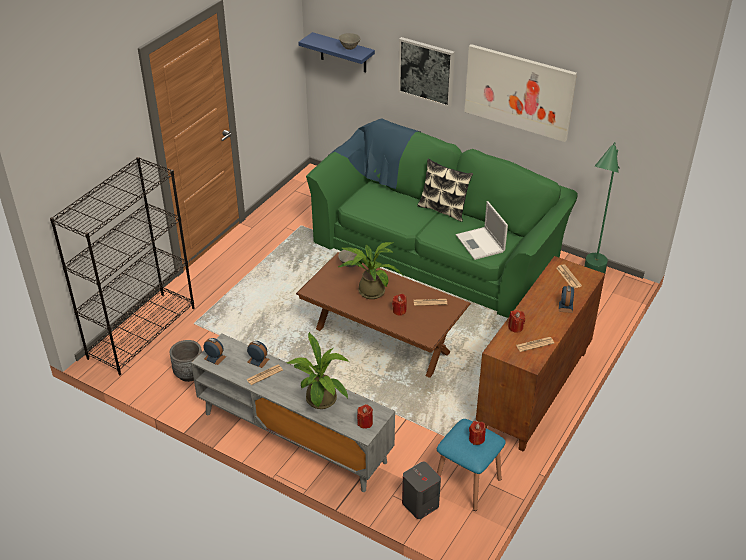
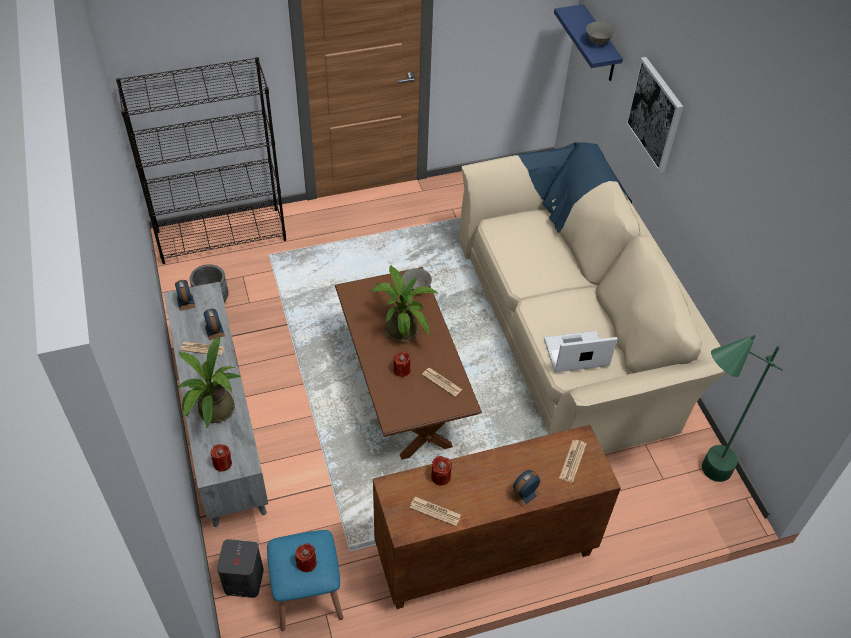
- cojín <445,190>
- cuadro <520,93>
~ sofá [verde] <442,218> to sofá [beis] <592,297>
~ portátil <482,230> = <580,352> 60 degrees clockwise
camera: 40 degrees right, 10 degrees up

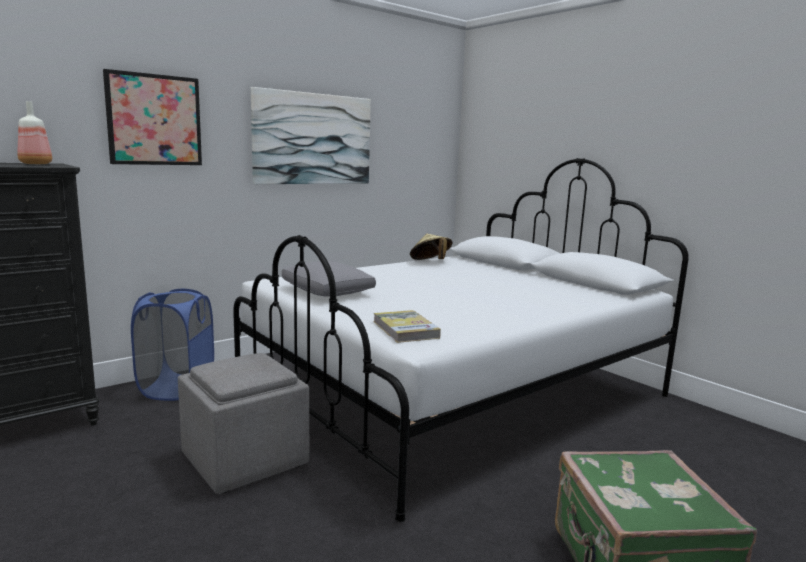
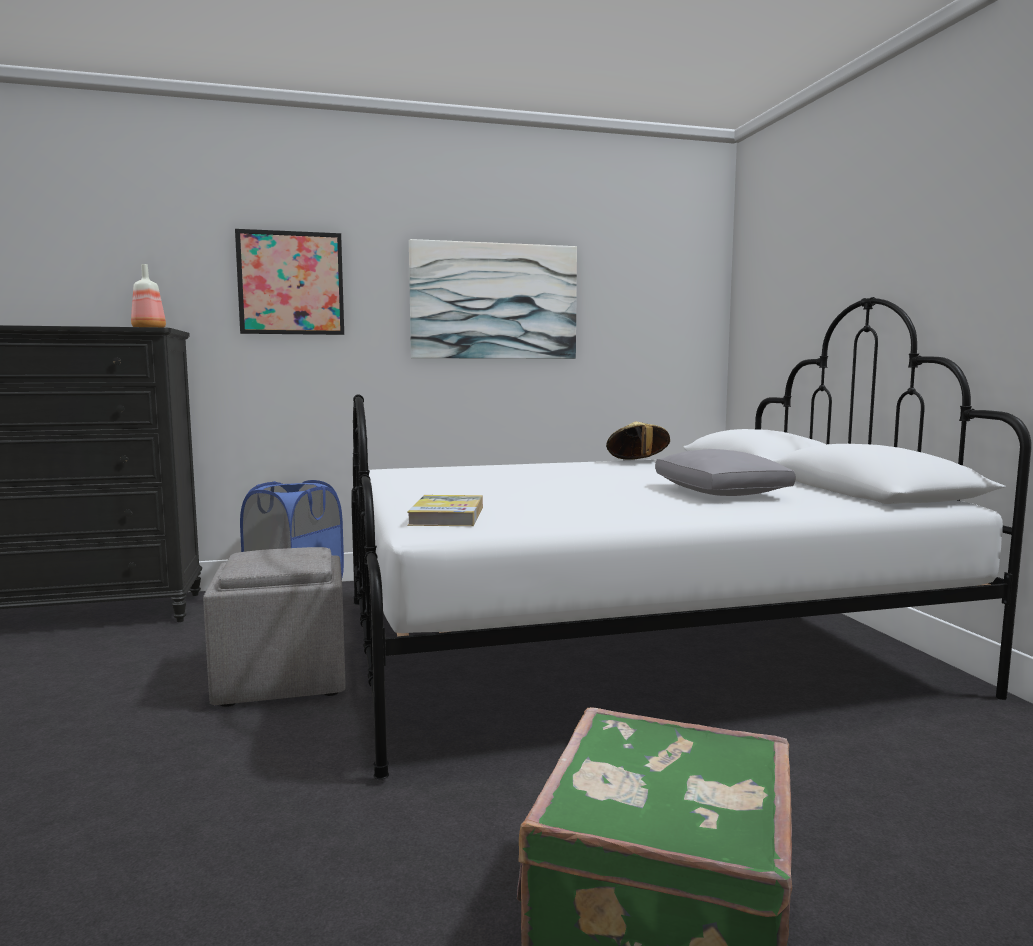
~ cojín [gris] <329,279> to <725,472>
camera: 25 degrees right, 5 degrees down

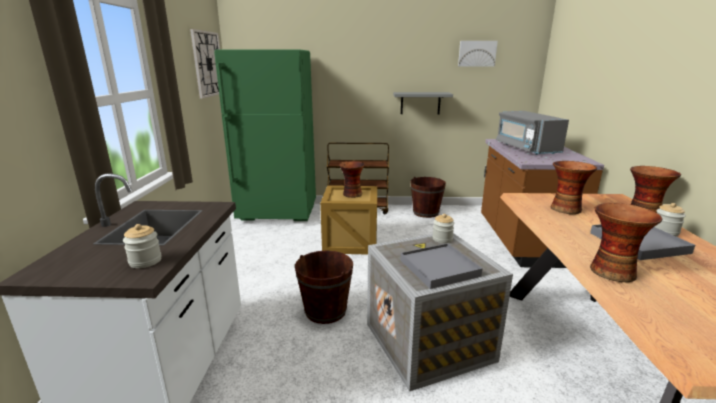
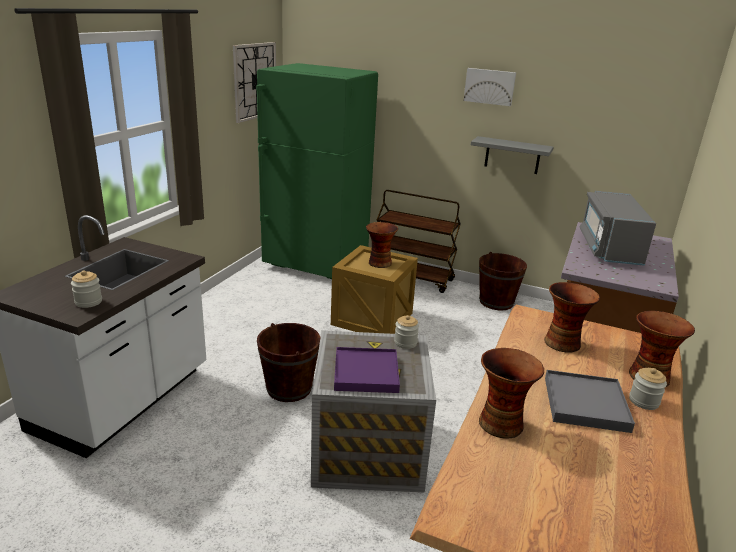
~ cuadro <478,53> to <489,87>
~ bandeja [gris] <441,266> to bandeja [morado] <367,370>
camera: 20 degrees right, 5 degrees up

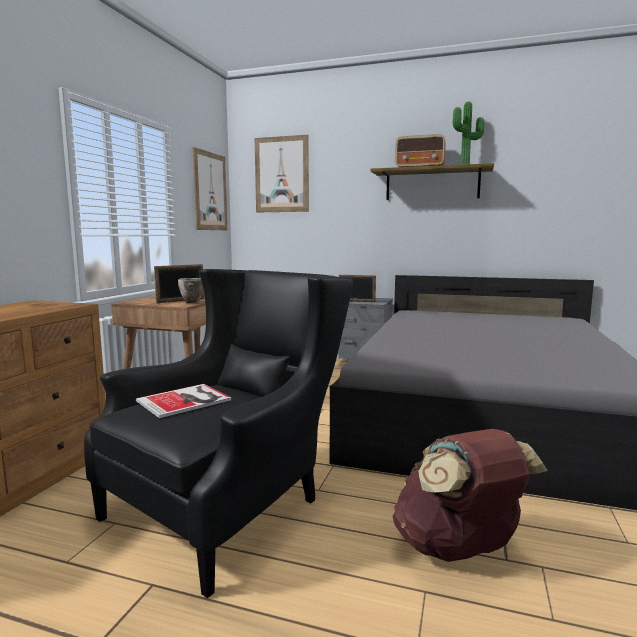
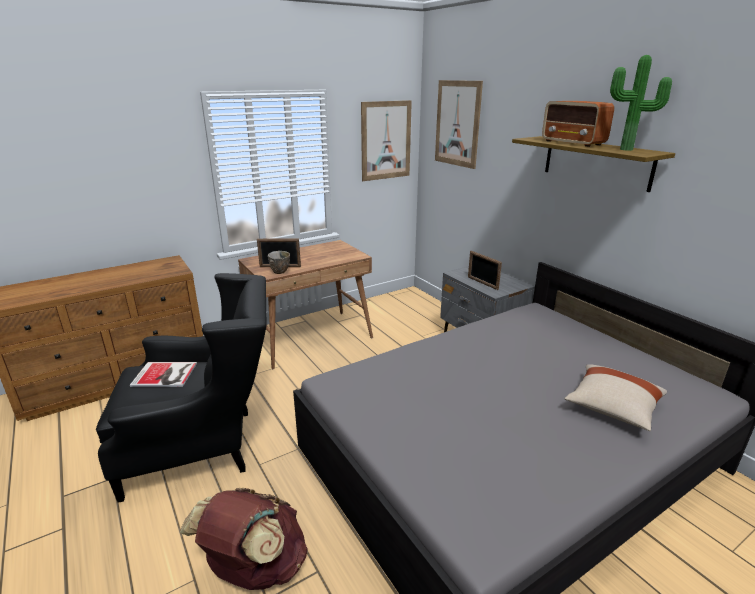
+ cojín [beis] <615,397>
camera: 40 degrees right, 15 degrees up

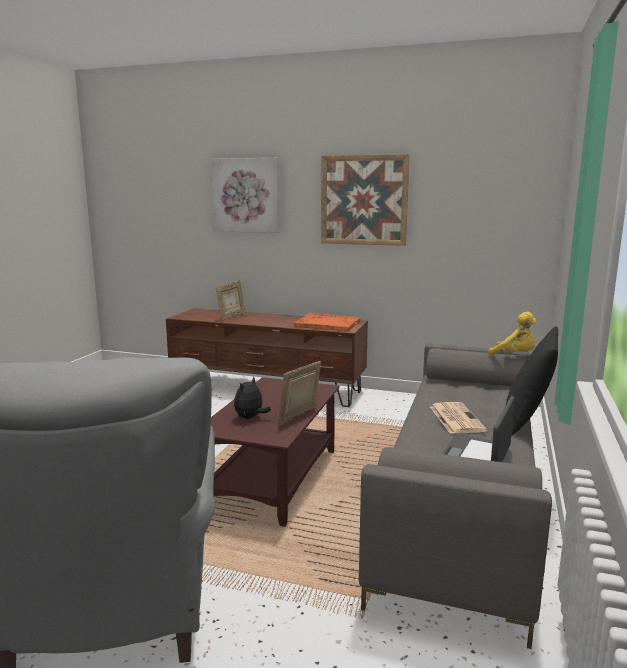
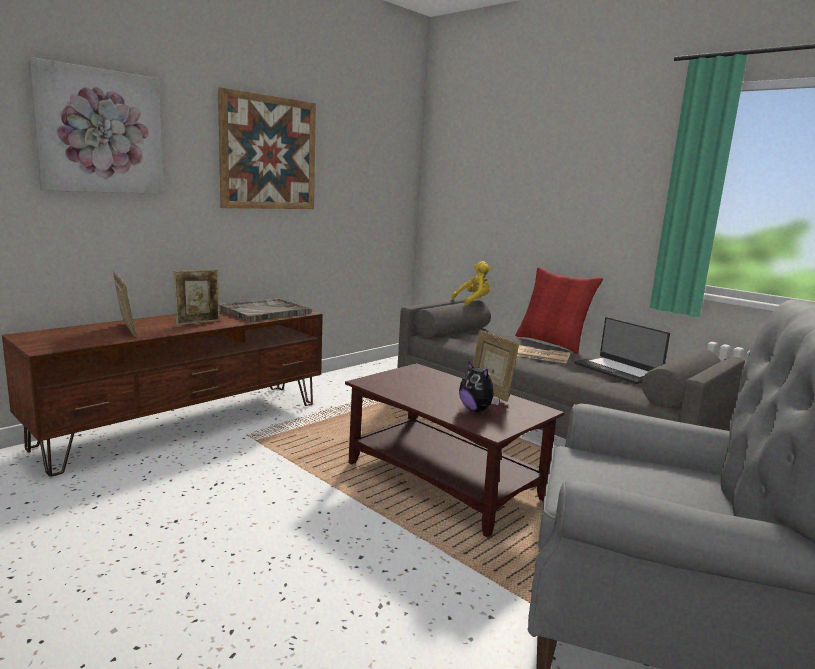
+ portarretratos <196,297>
~ bandeja [naranja] <327,322> to bandeja [gris] <265,310>
~ cojín [negro] <532,381> to cojín [rojo] <559,310>
camera: 65 degrees left, 0 degrees up

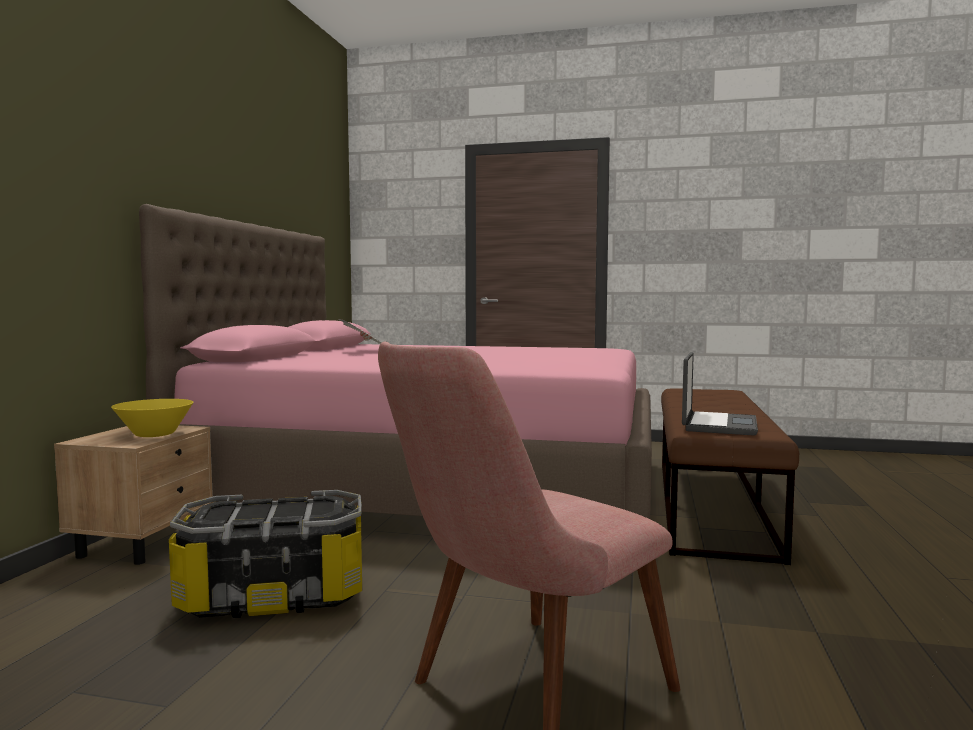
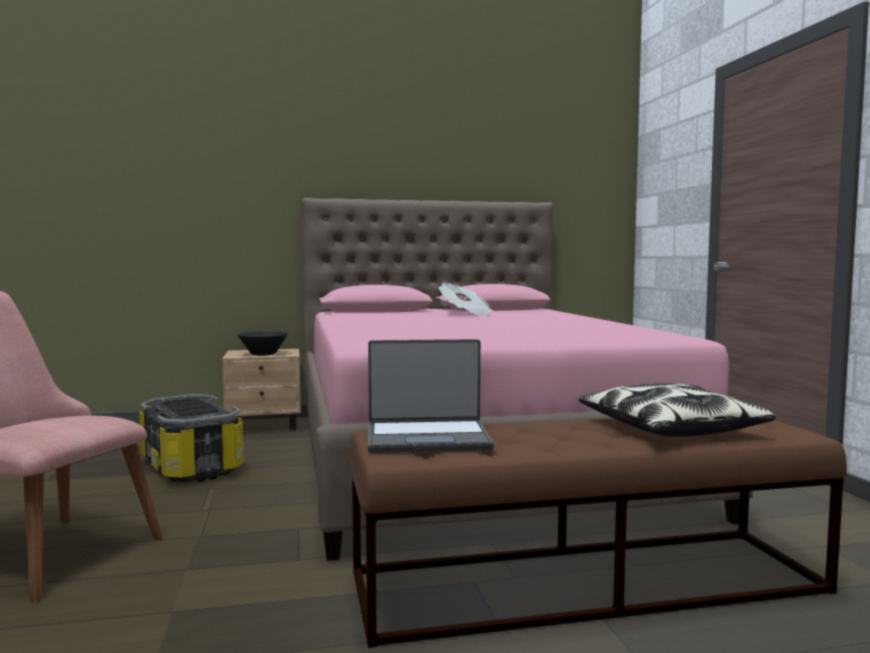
+ cojín <677,410>
~ cuenco [amarillo] <152,418> to cuenco [negro] <262,343>
camera: 65 degrees right, 0 degrees up

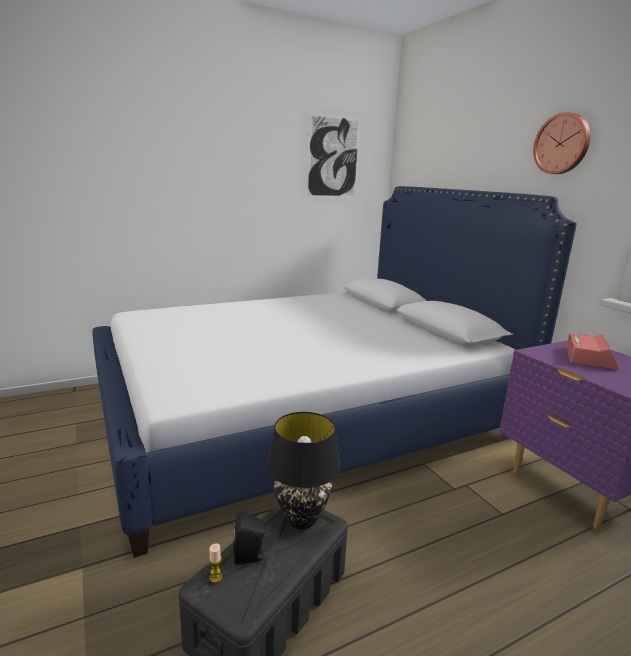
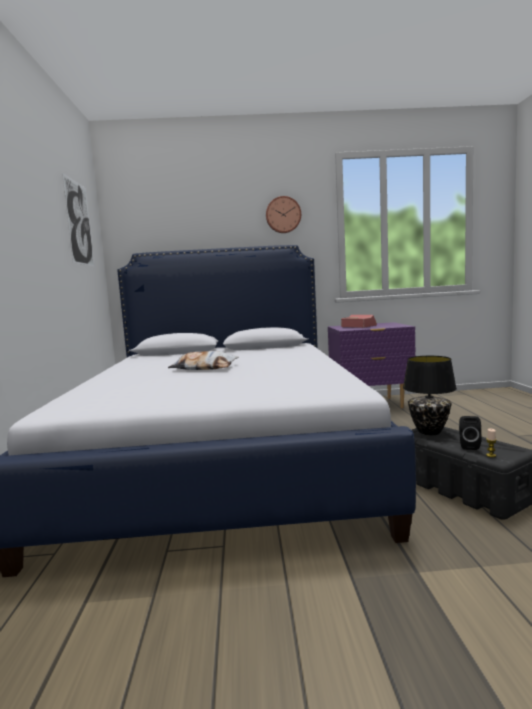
+ cojín <203,360>
camera: 65 degrees left, 10 degrees down

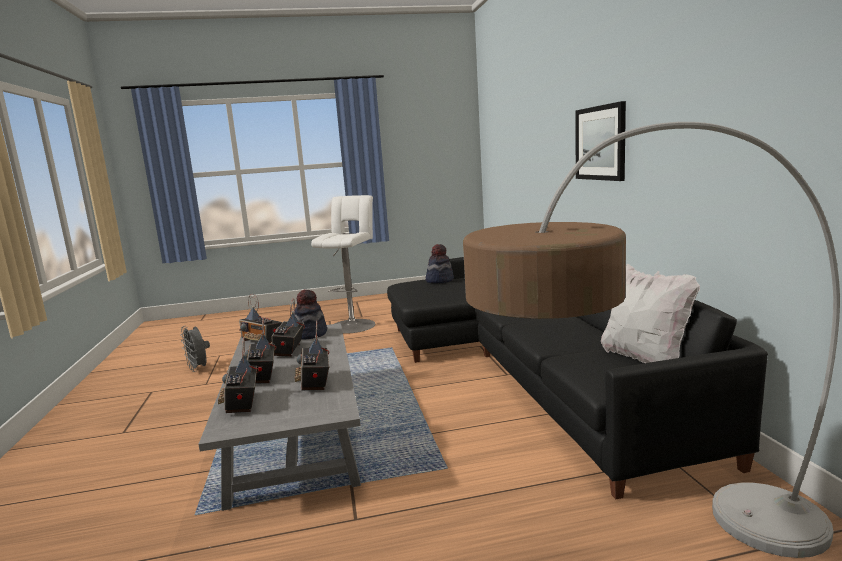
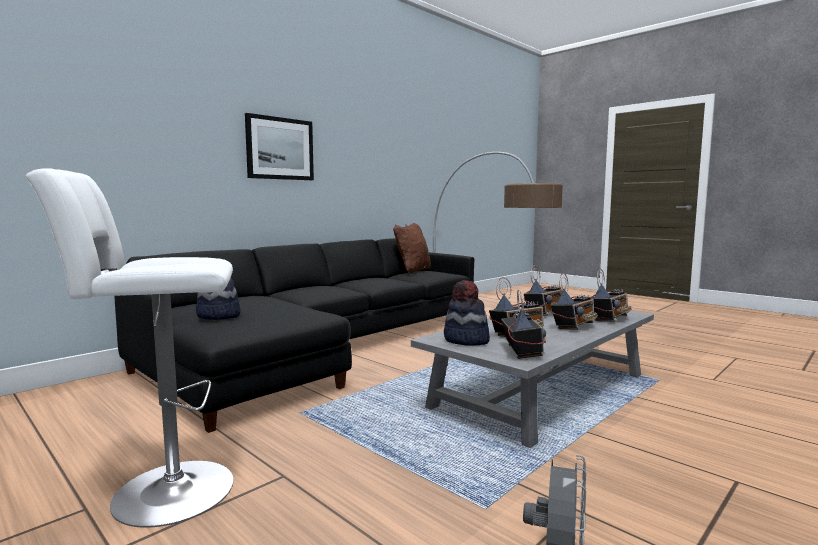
~ cojín [blanco] <650,313> to cojín [marrón] <412,248>
camera: 125 degrees left, 5 degrees down

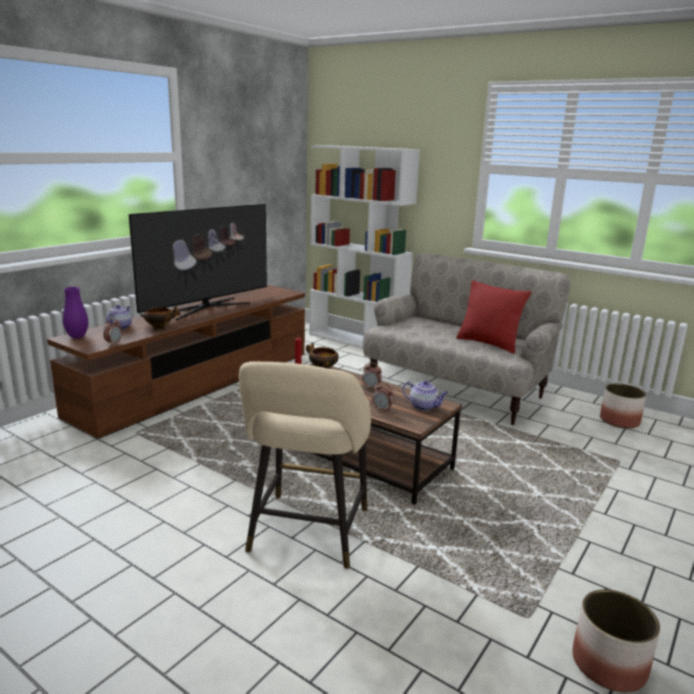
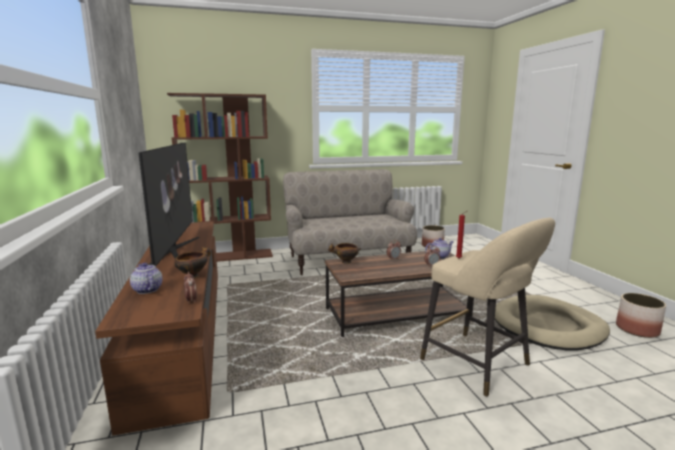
- florero [morado] <75,312>
- cojín [rojo] <493,317>
+ cama para perro [beis] <552,322>
~ estantería [blanco] <364,246> to estantería [marrón] <220,177>
camera: 50 degrees left, 5 degrees down

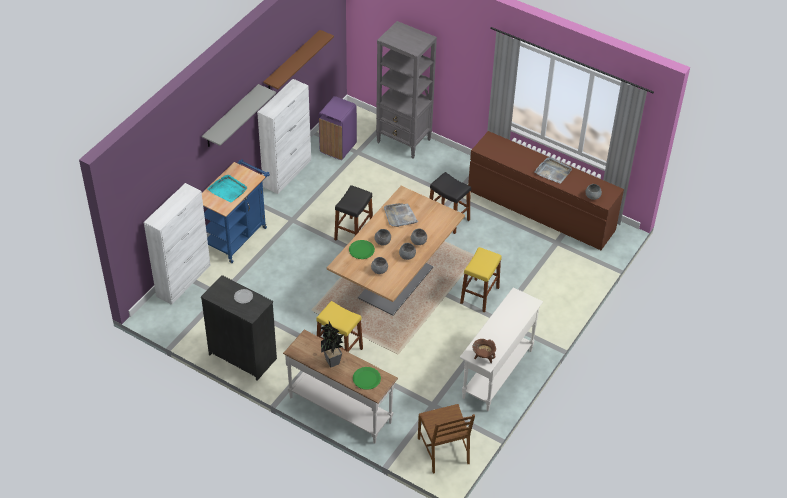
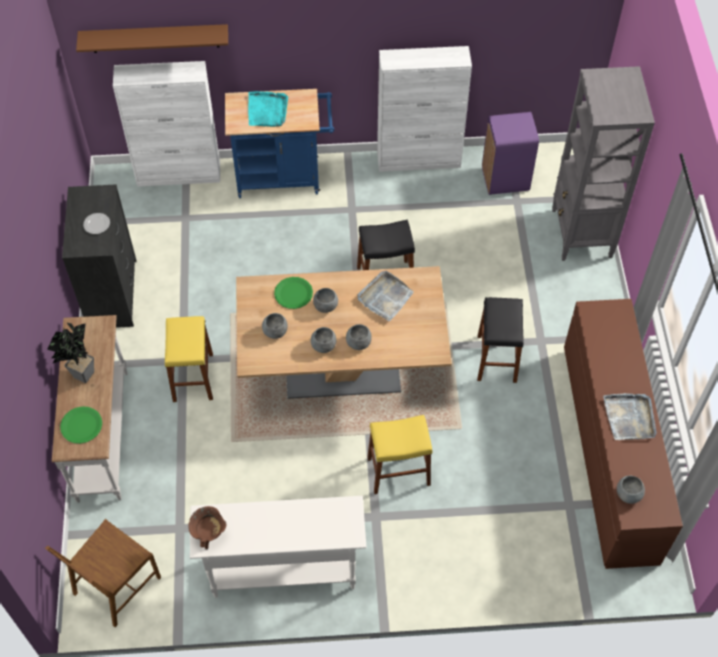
- estante [gris] <239,115>
~ estante [marrón] <299,59> to <152,38>
camera: 55 degrees right, 10 degrees up

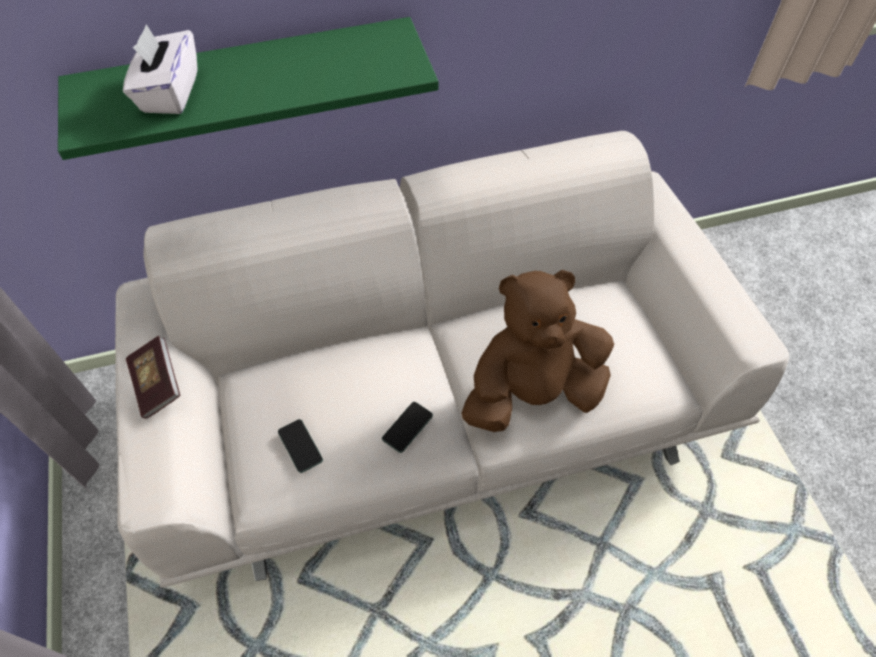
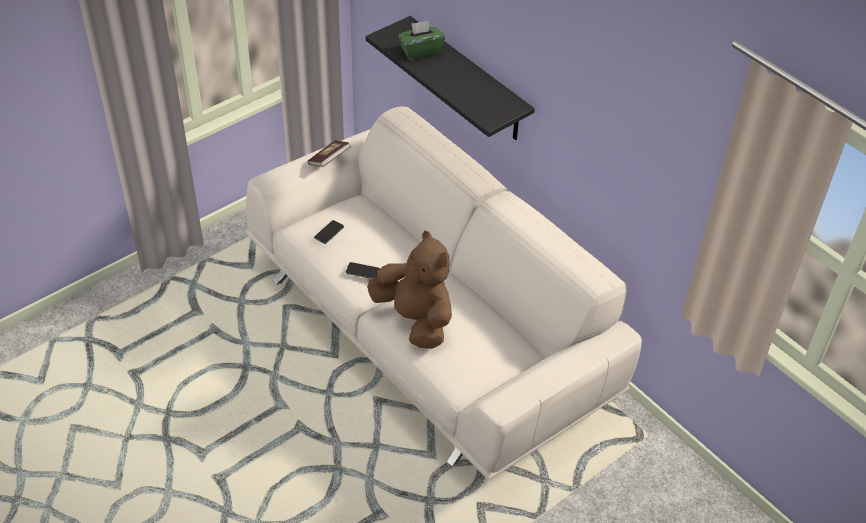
~ estante [verde] <248,88> to estante [negro] <450,78>
~ caja de pañuelos [blanco] <160,69> to caja de pañuelos [verde] <421,40>
camera: 65 degrees right, 10 degrees down

